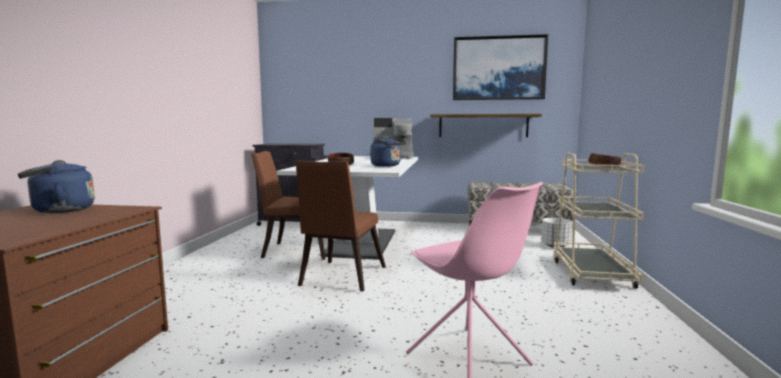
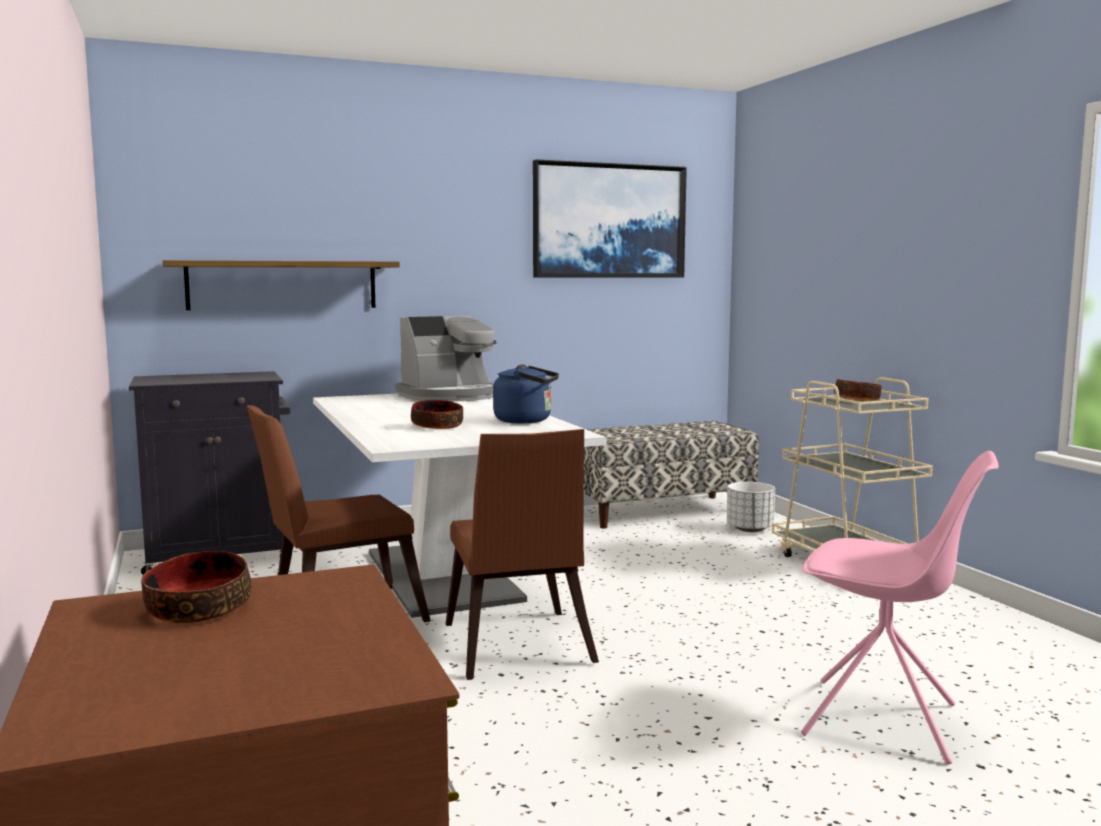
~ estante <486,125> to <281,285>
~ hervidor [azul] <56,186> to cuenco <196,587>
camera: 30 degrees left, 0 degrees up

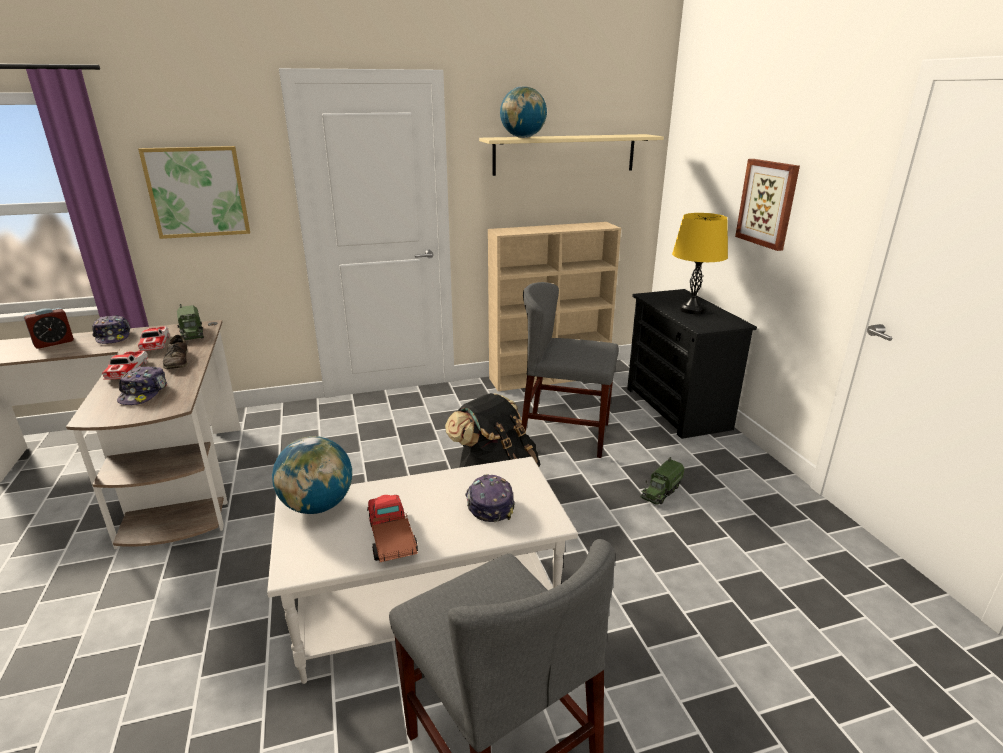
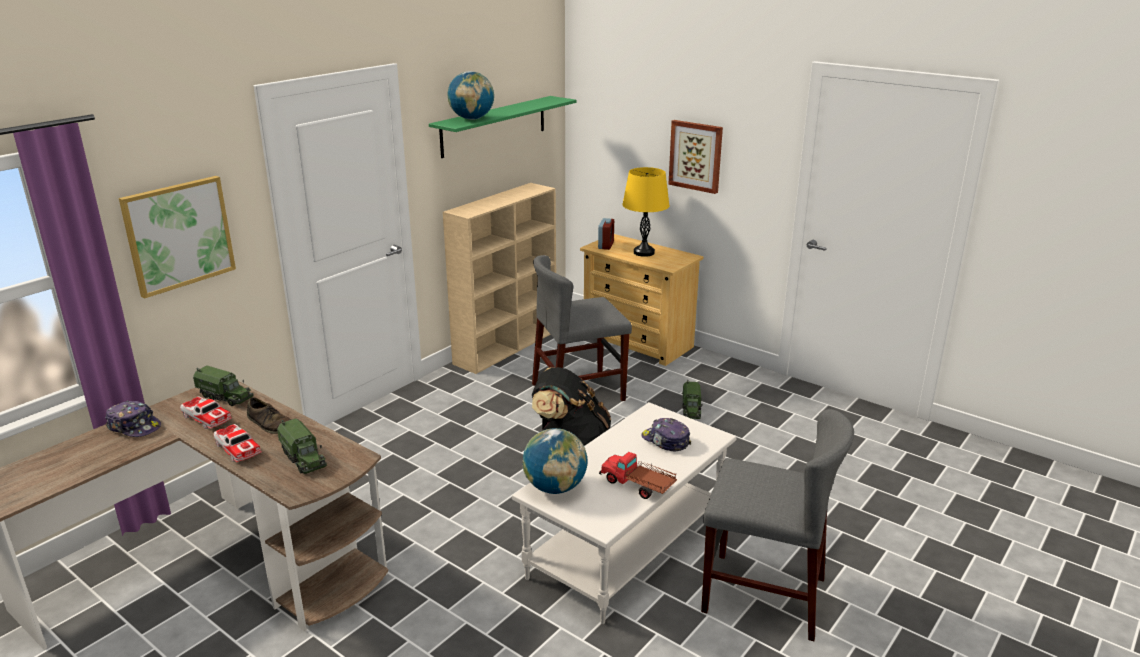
~ despertador <48,328> to <606,234>
~ gorra <142,385> to camión de juguete <302,446>
~ estante [beis] <571,155> to estante [verde] <503,127>
~ cómoda [negro] <692,364> to cómoda [beis] <642,300>
camera: 35 degrees left, 0 degrees up

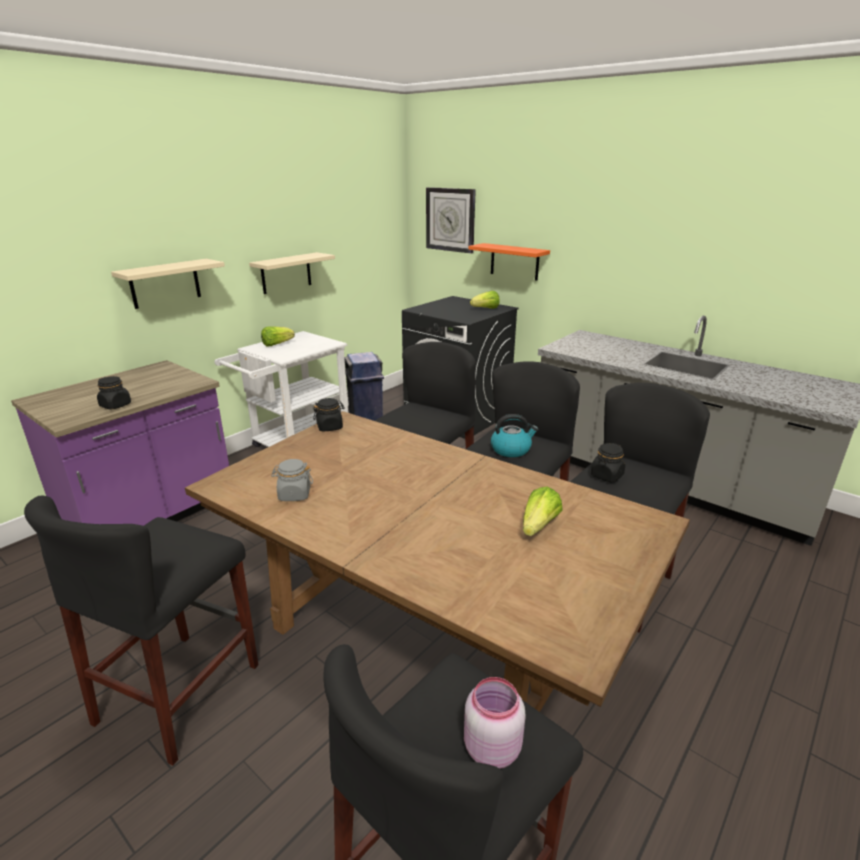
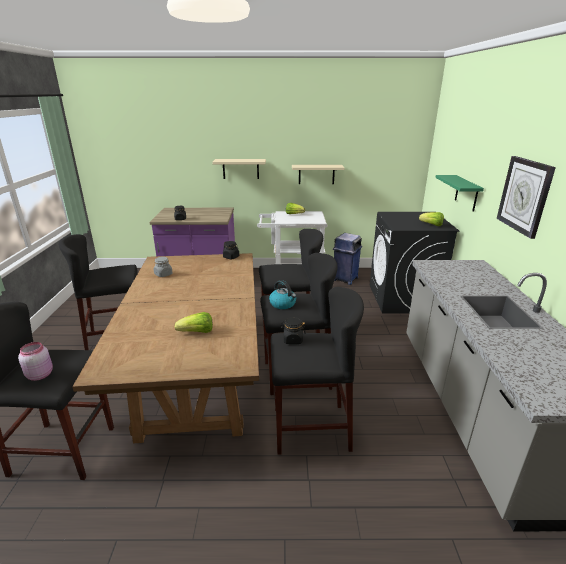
~ reloj de pared <451,220> to <526,197>
~ estante [naranja] <509,261> to estante [verde] <459,193>
camera: 50 degrees right, 0 degrees up

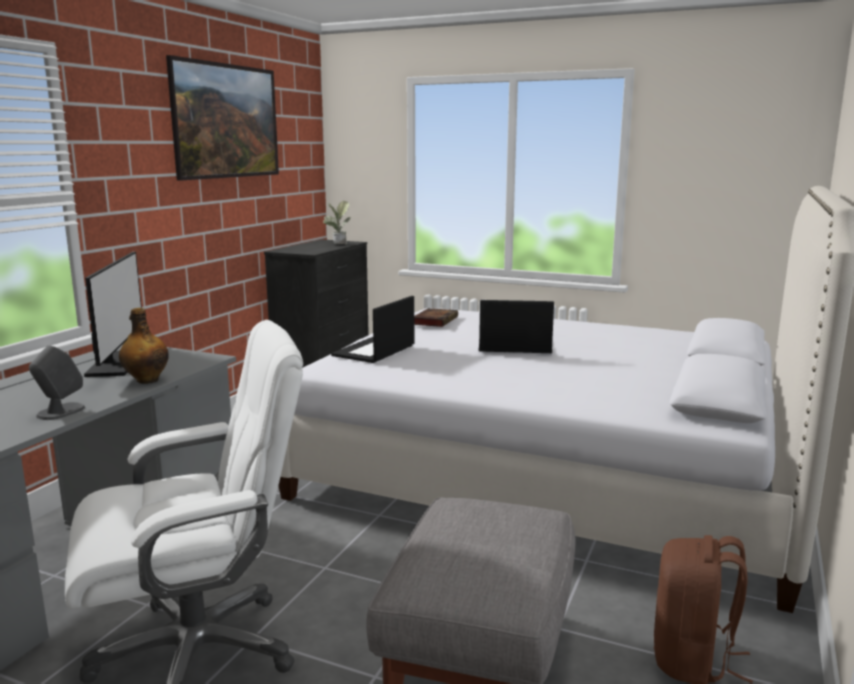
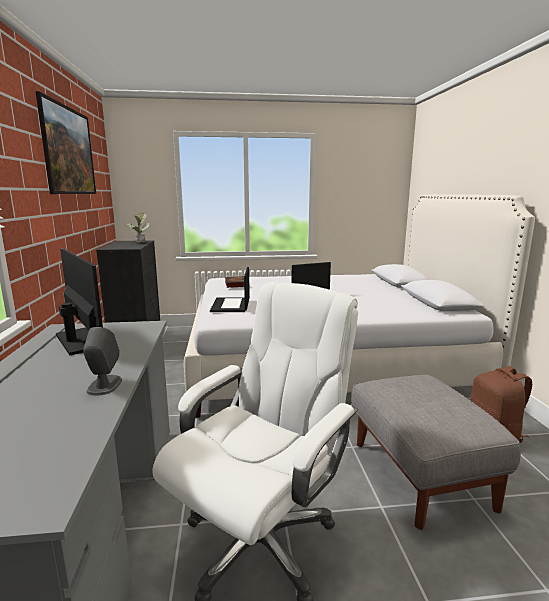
- botella <144,346>
camera: 30 degrees left, 0 degrees up

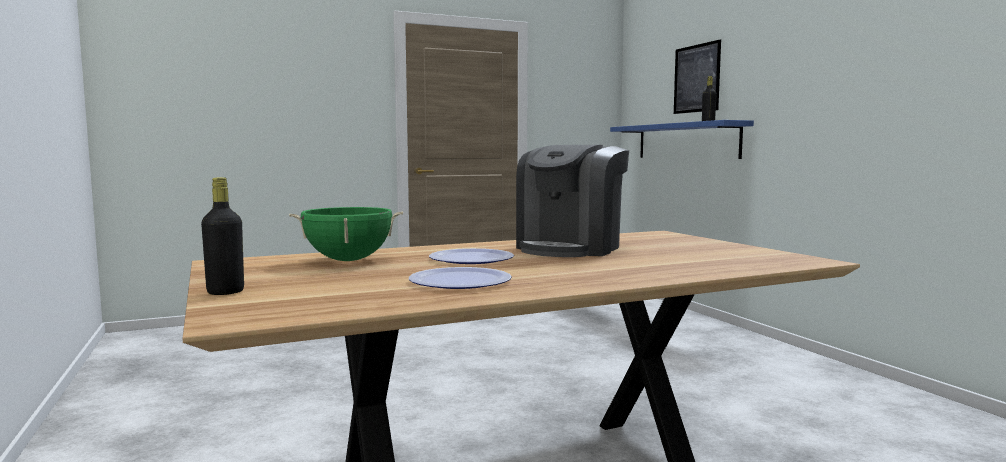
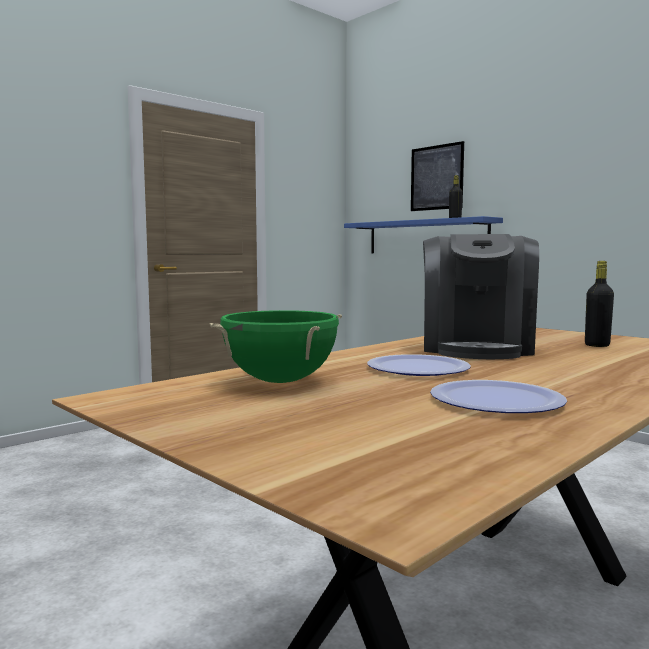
~ botella [negro] <222,236> to <599,304>
camera: 20 degrees left, 0 degrees up

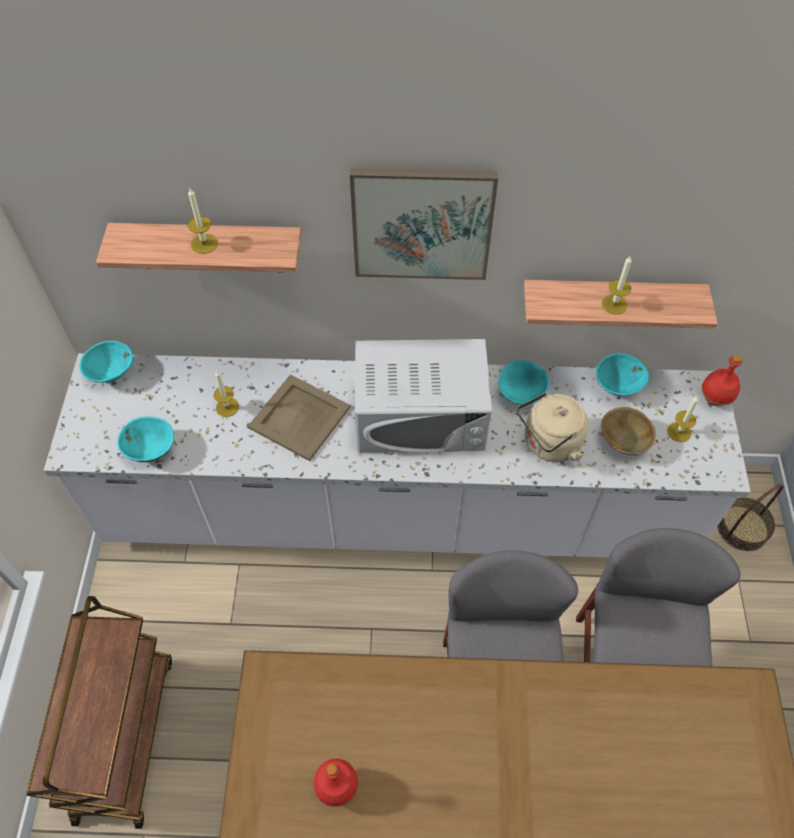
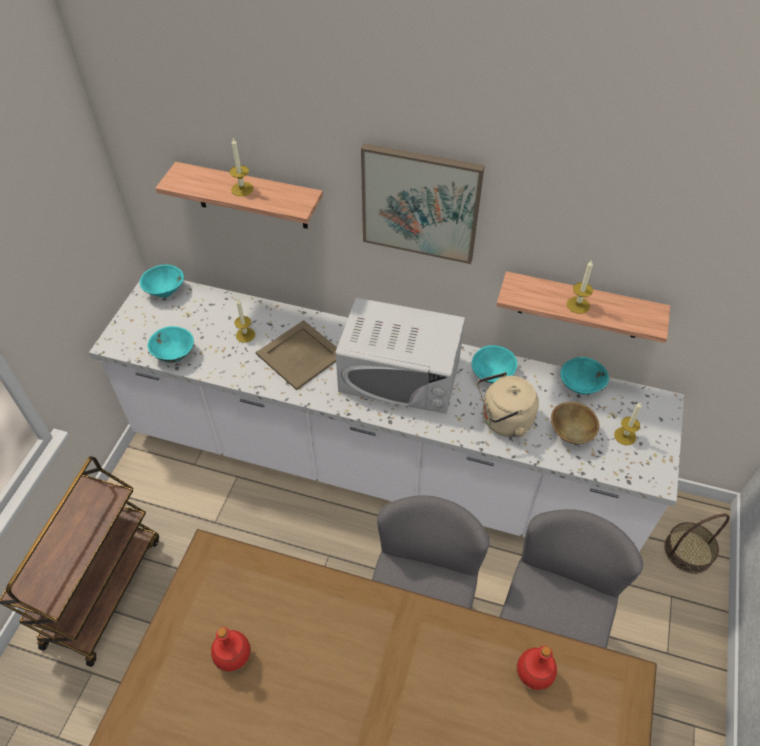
~ botella [rojo] <722,380> to <536,668>
camera: 15 degrees right, 5 degrees down

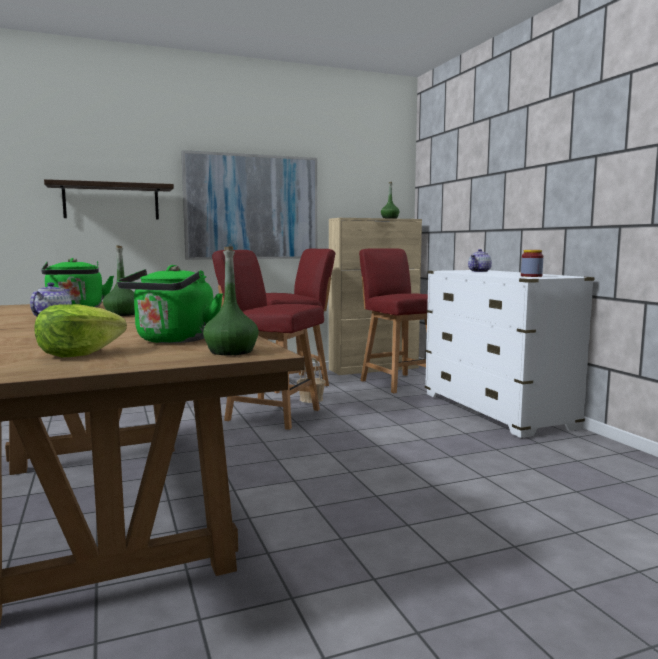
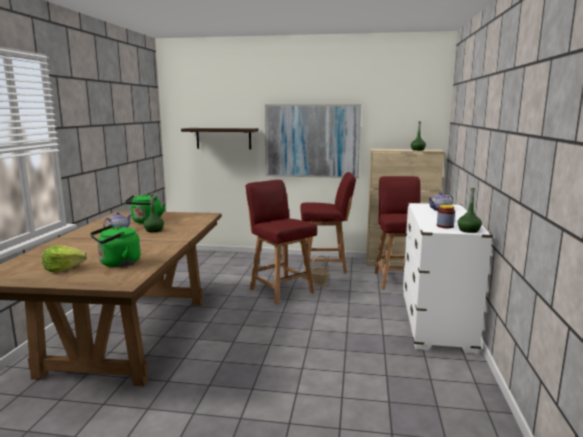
~ botella [verde] <231,300> to <470,210>
camera: 30 degrees right, 5 degrees up

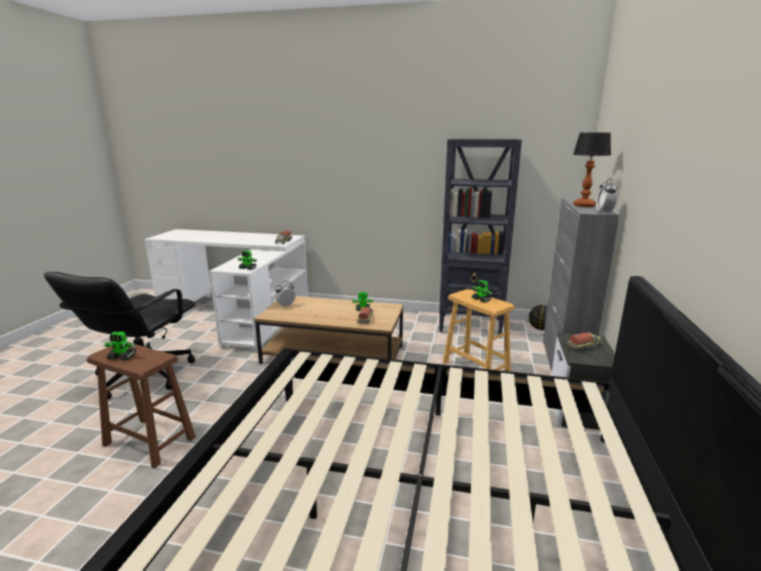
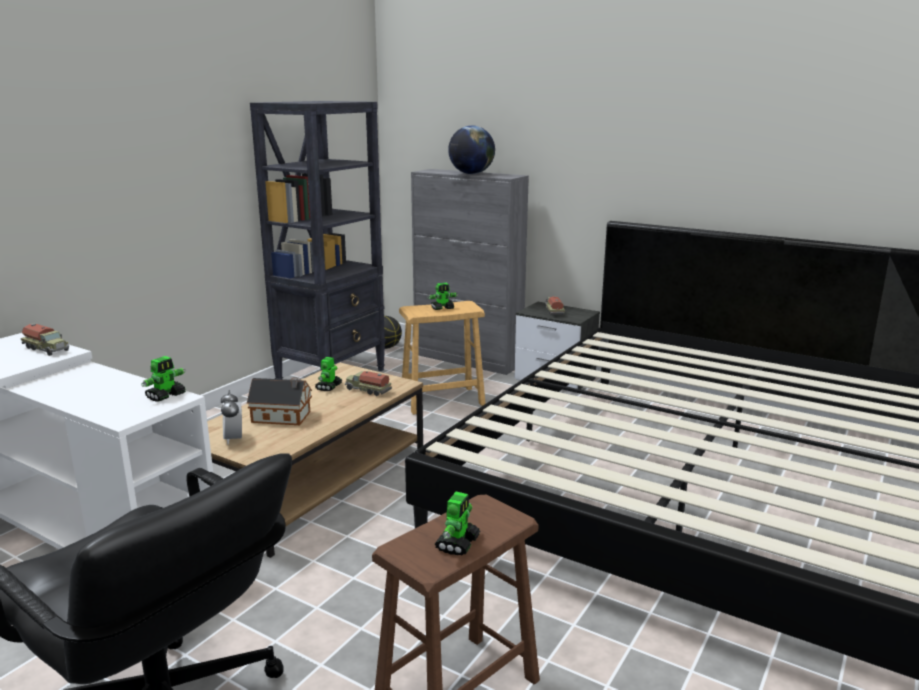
- despertador <607,196>
+ casita <279,401>
~ lámpara de mesa <592,170> to globo terráqueo <471,149>
camera: 70 degrees left, 0 degrees up

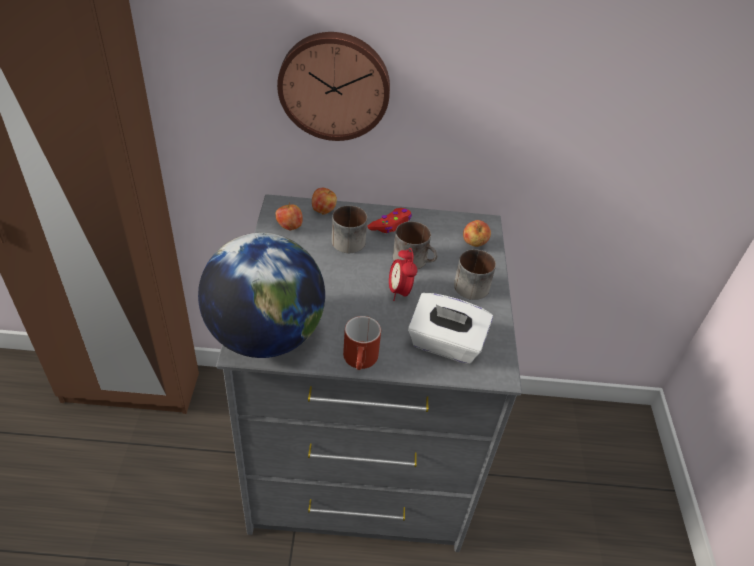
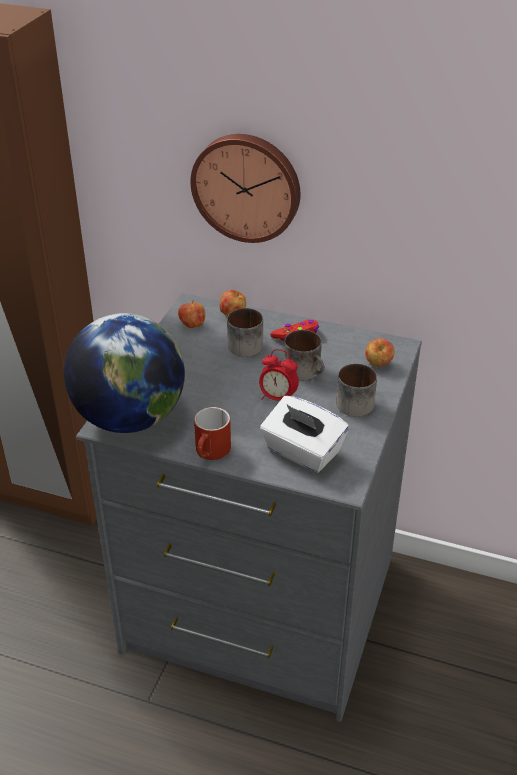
~ despertador <403,274> = <279,374> 75 degrees counterclockwise
camera: 20 degrees right, 5 degrees down

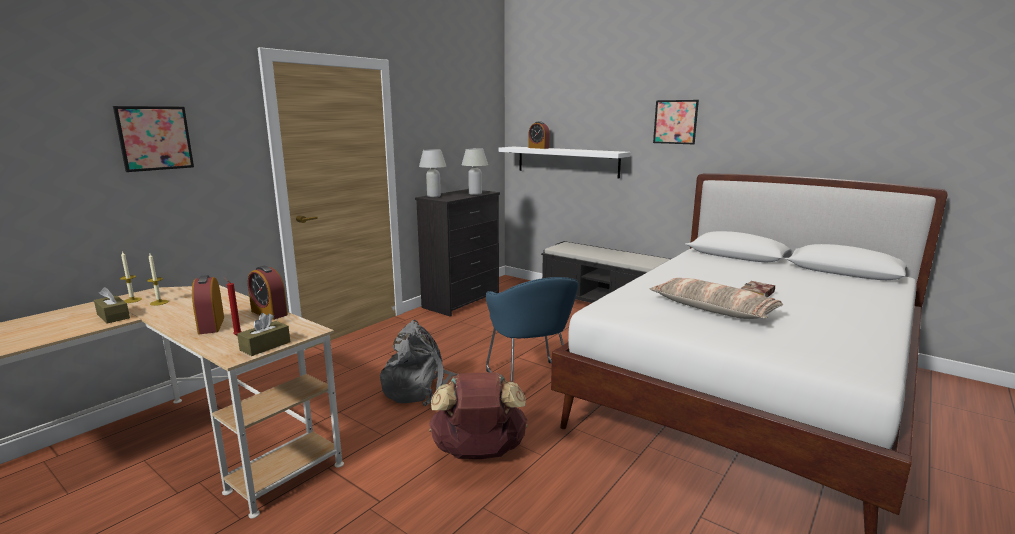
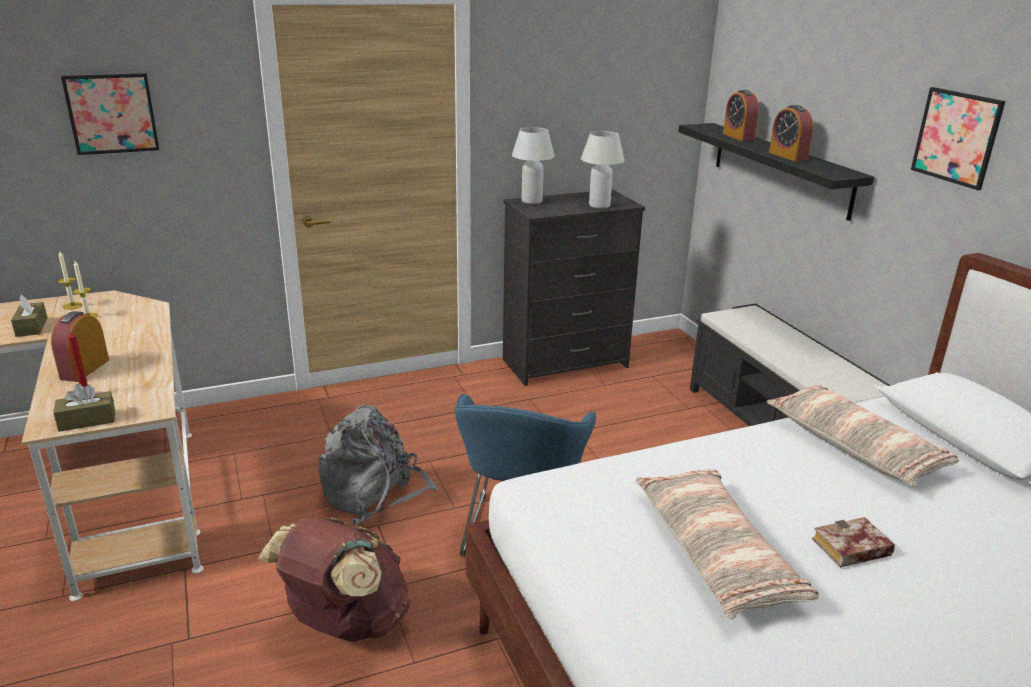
+ cojín <863,435>
~ despertador <268,293> to <791,133>
~ estante [blanco] <565,163> to estante [negro] <776,172>
camera: 30 degrees right, 10 degrees up

